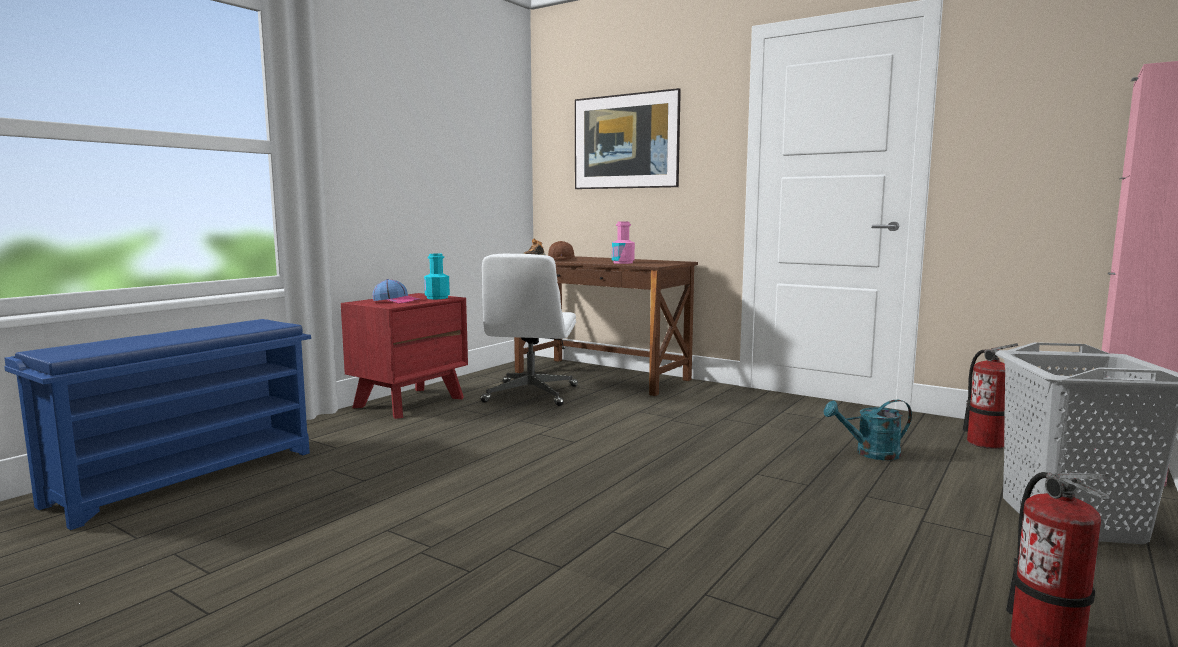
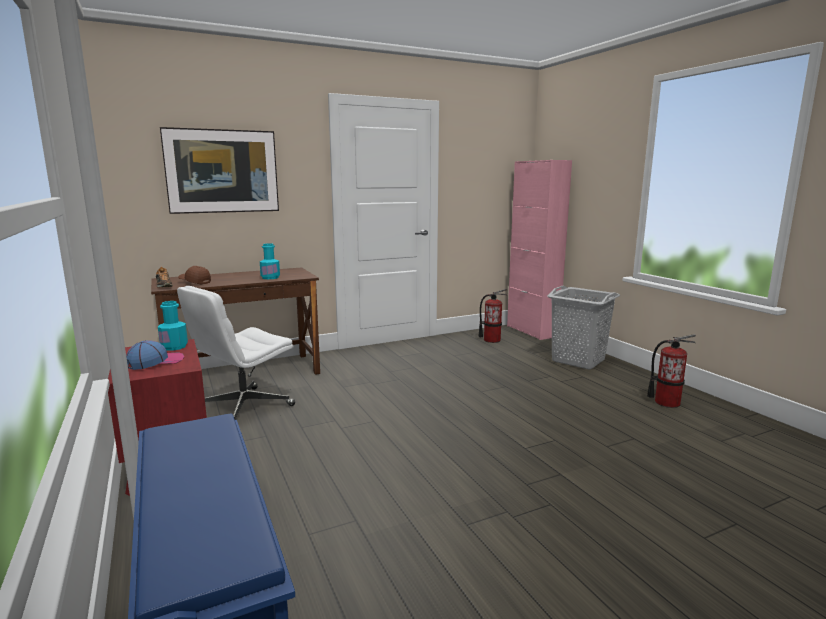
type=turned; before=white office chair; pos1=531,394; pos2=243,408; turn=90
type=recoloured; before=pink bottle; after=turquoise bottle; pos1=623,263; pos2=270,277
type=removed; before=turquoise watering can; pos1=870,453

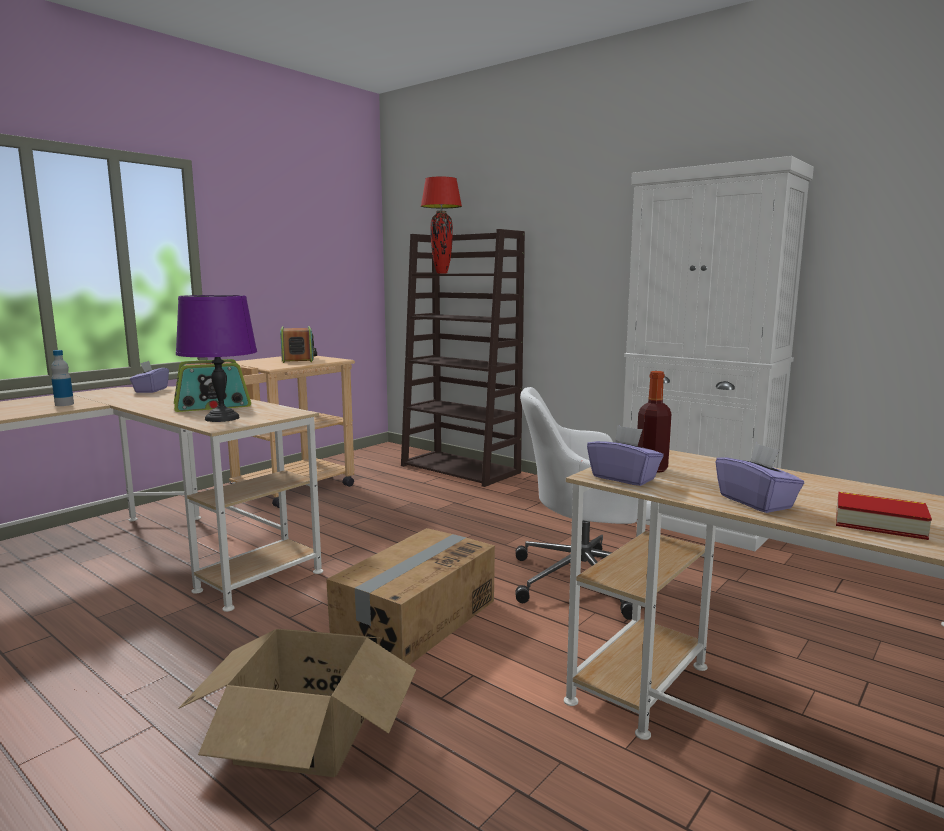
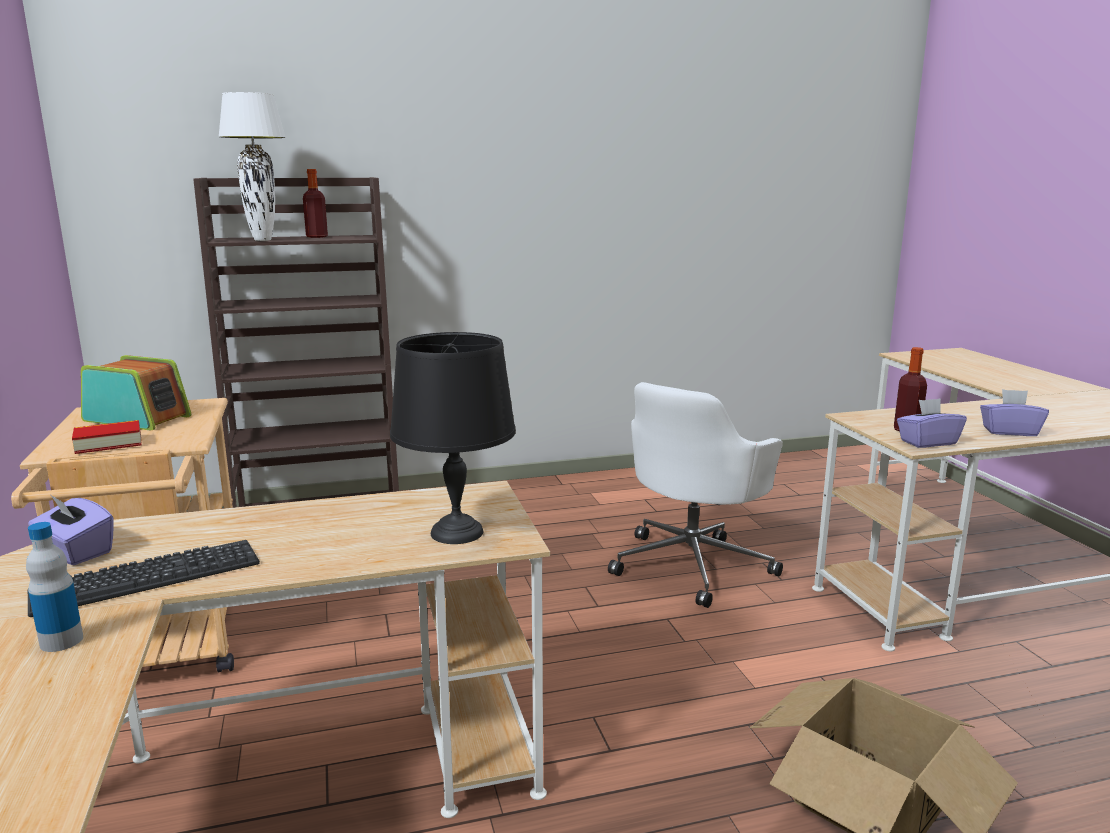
type=added; after=keyboard; pos2=148,578
type=moved; before=book; pos1=879,523; pos2=108,443
type=recoloured; before=red table lamp; after=white table lamp; pos1=442,273; pos2=263,240
type=added; after=bottle; pos2=317,237
type=recoloured; before=purple table lamp; after=black table lamp; pos1=222,418; pos2=458,532
type=removed; before=radio; pos1=212,406
type=removed; before=cardboard box; pos1=415,619
type=removed; before=white cabinet; pos1=695,523

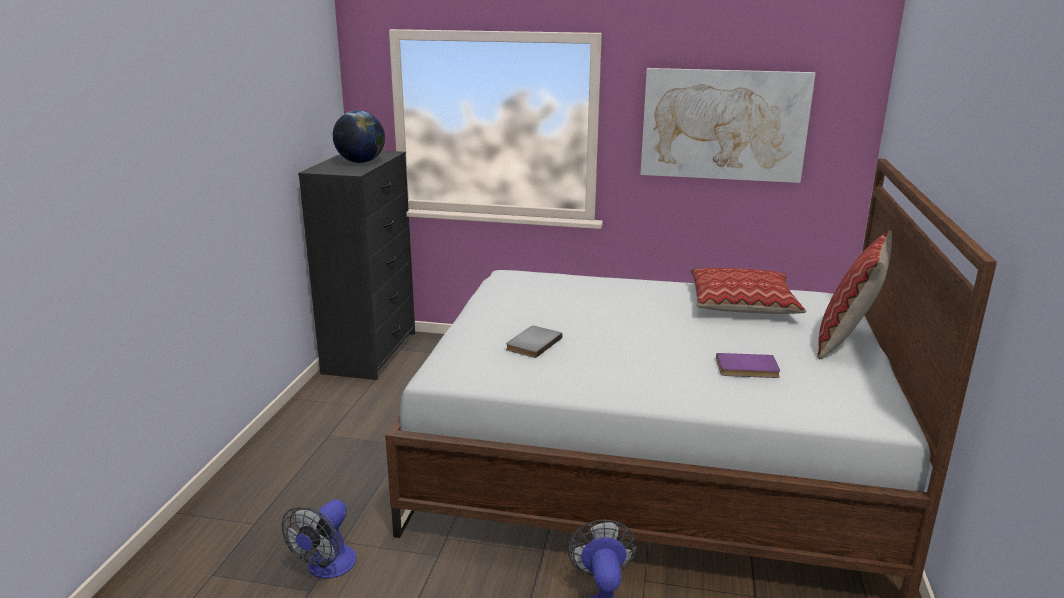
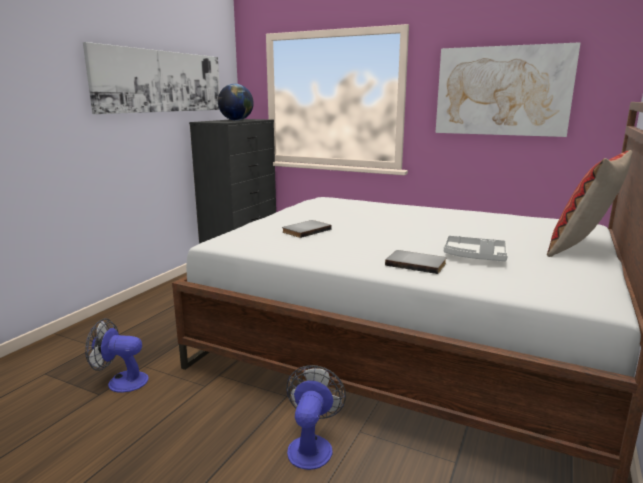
type=added; after=picture; pos2=162,81
type=turned; before=fan; pos1=327,568; pos2=121,381; turn=60
type=added; after=grey book; pos2=416,263
type=replaced; before=purple book; after=white tray; pos1=747,369; pos2=475,257
type=removed; before=pillow; pos1=742,304

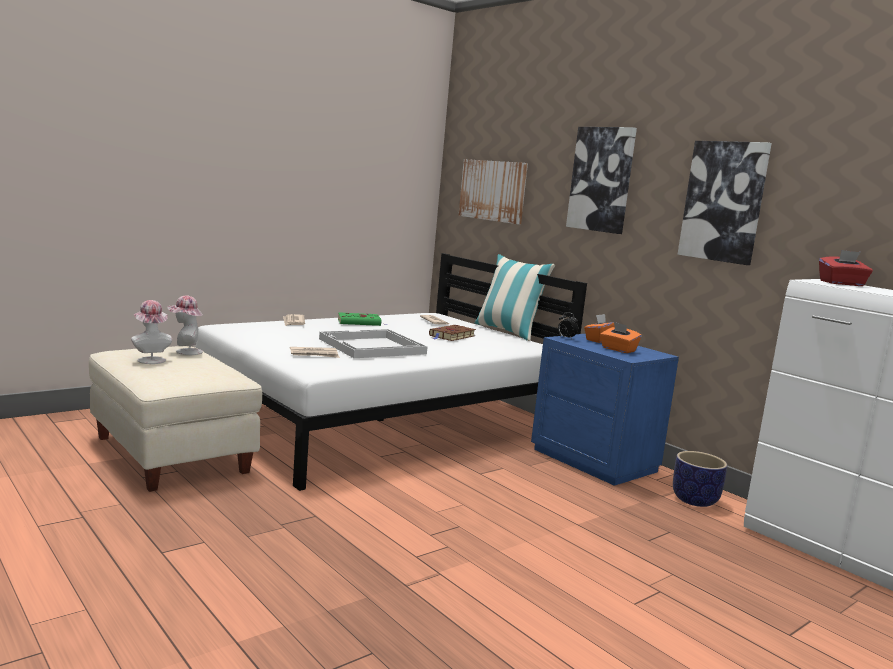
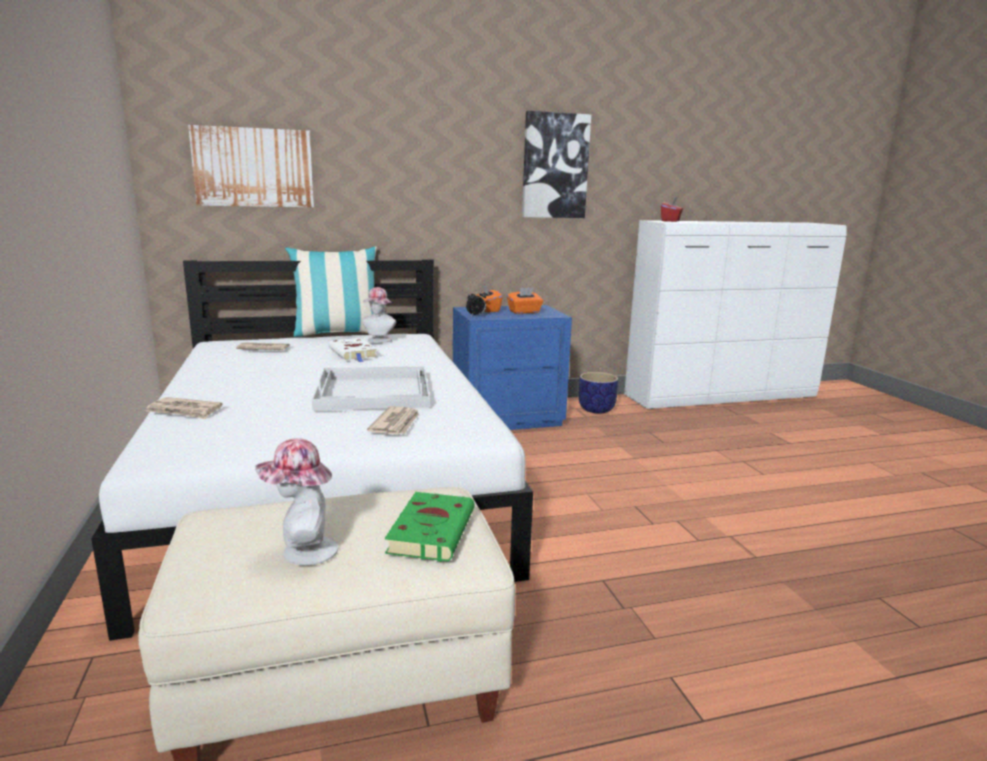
type=recoloured; before=brown book; after=white book; pos1=451,336; pos2=353,353
type=moved; before=hat; pos1=185,352; pos2=379,341
type=moved; before=green book; pos1=360,322; pos2=432,530
type=removed; before=picture; pos1=601,179

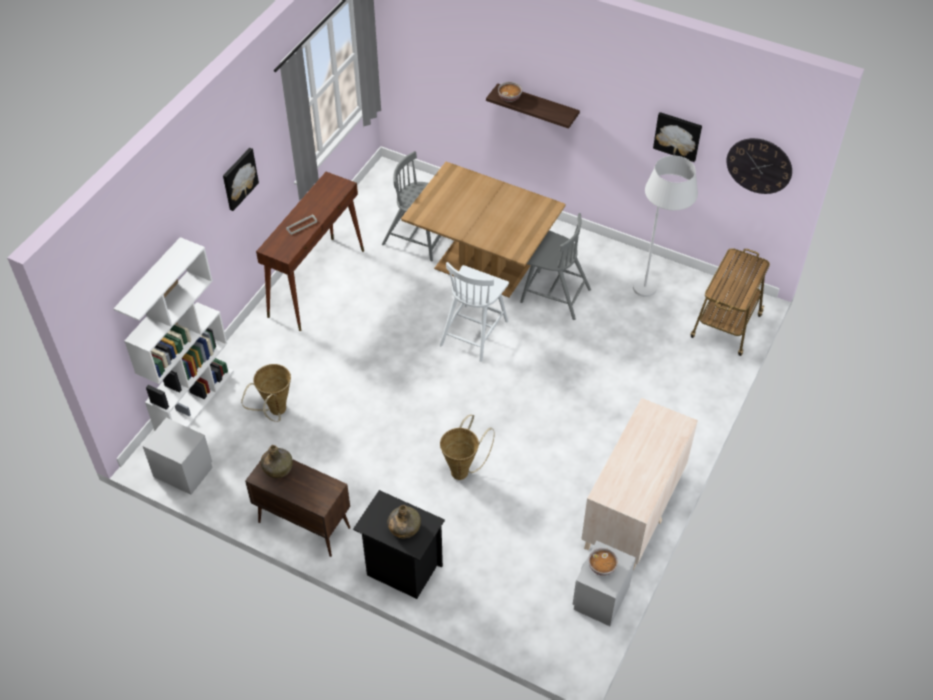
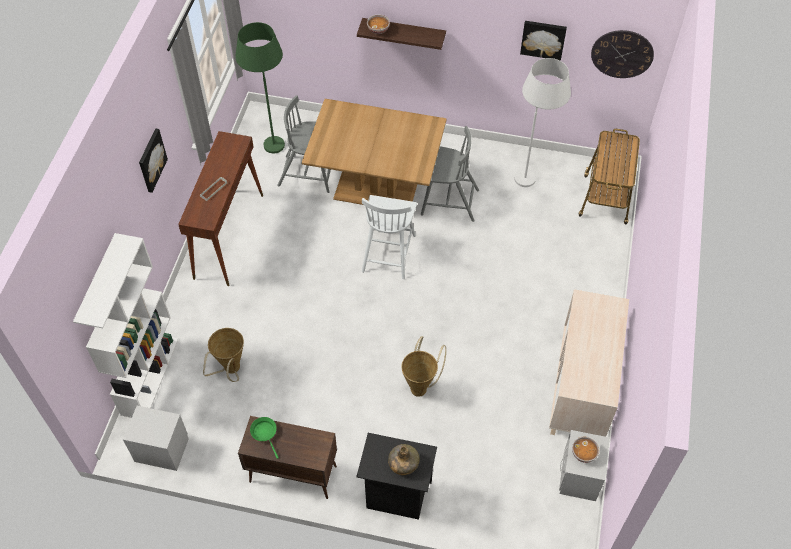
type=added; after=green floor lamp; pos2=271,137
type=replaced; before=green bottle; after=green frying pan; pos1=278,468; pos2=265,433

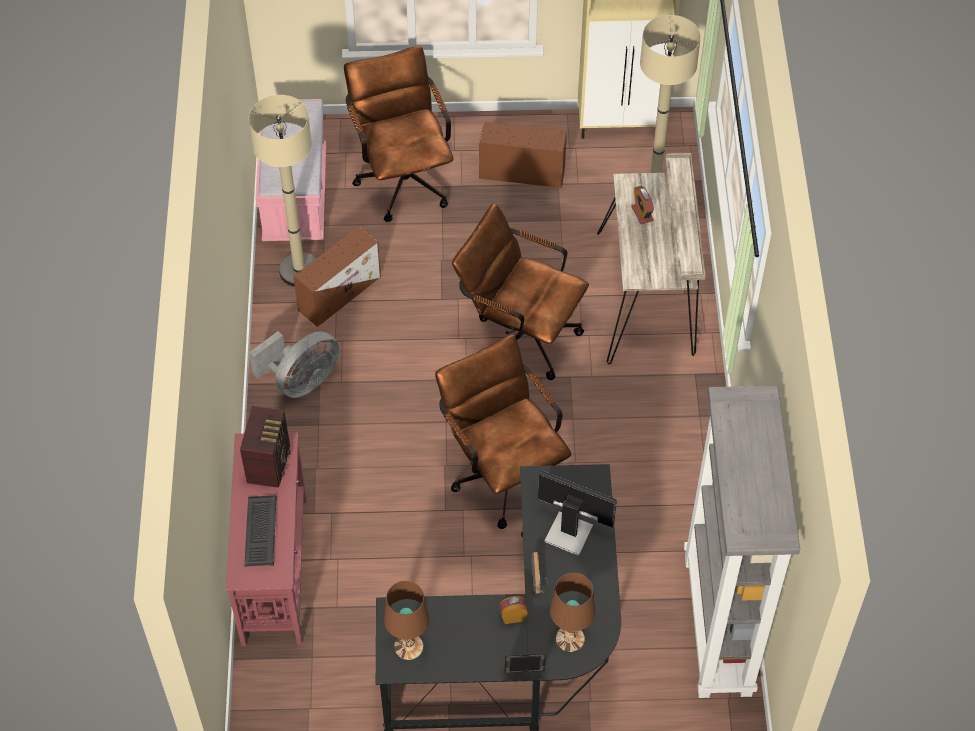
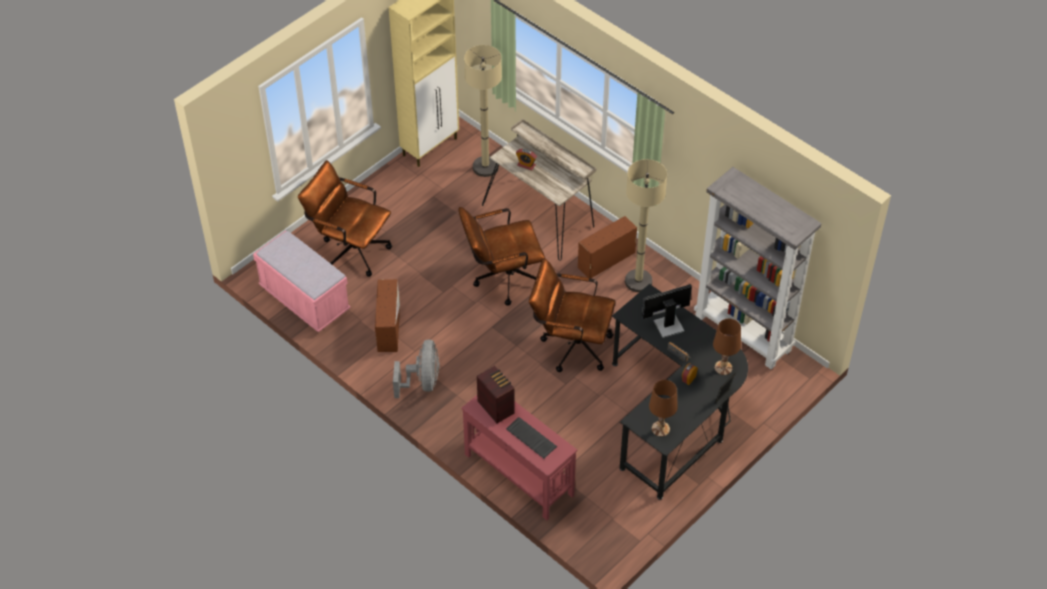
type=moved; before=brown storage box; pos1=520,173; pos2=605,260
type=moved; before=beige floor lamp; pos1=299,271; pos2=638,281

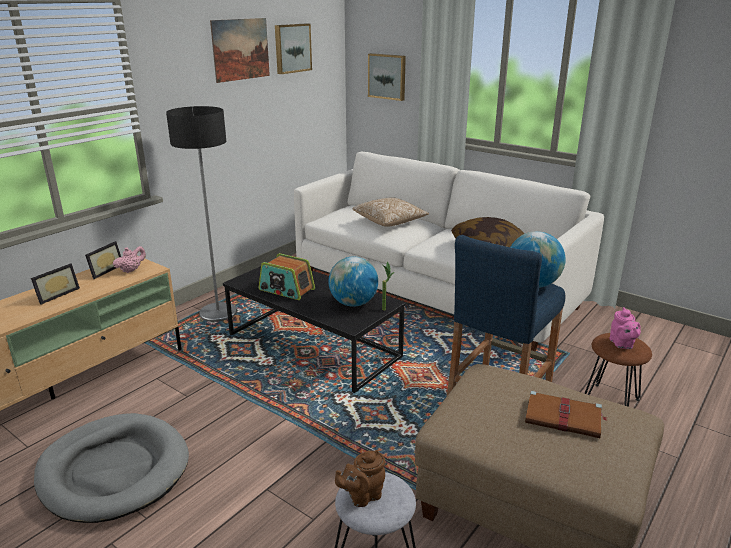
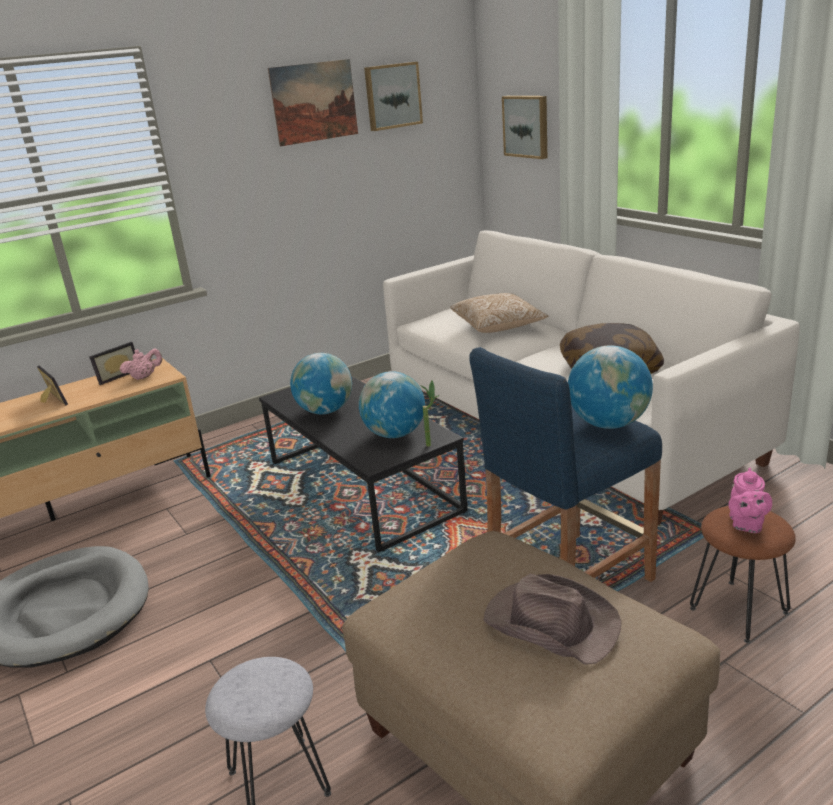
type=turned; before=picture frame; pos1=56,294; pos2=51,401; turn=-90
type=replaced; before=radio; after=globe; pos1=286,290; pos2=325,411
type=replaced; before=brown book; after=brown hat; pos1=564,417; pos2=550,623
type=removed; before=floor lamp; pos1=218,313
type=removed; before=brown teapot; pos1=362,496

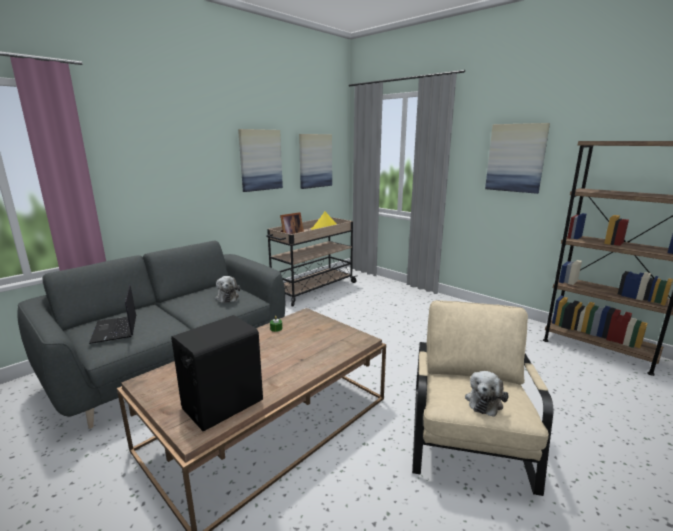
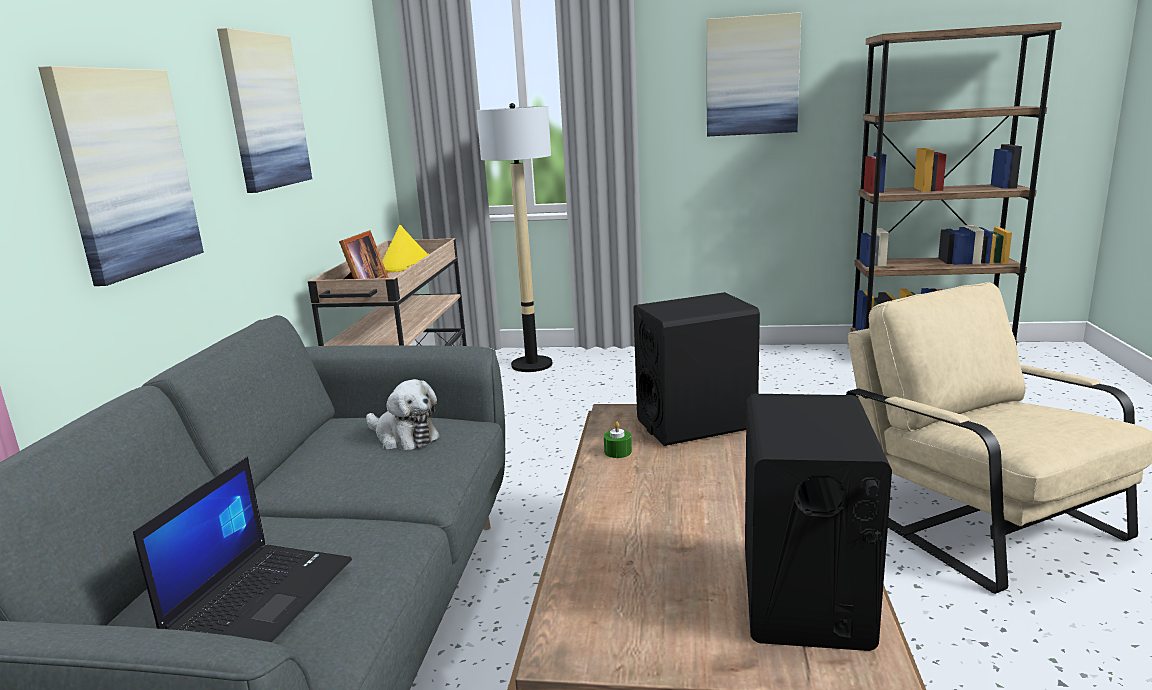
type=moved; before=picture; pos1=315,161; pos2=126,172
type=turned; before=laptop; pos1=115,329; pos2=260,595; turn=-105
type=added; after=floor lamp; pos2=532,364
type=added; after=black speaker; pos2=696,424
type=removed; before=plush toy; pos1=484,401

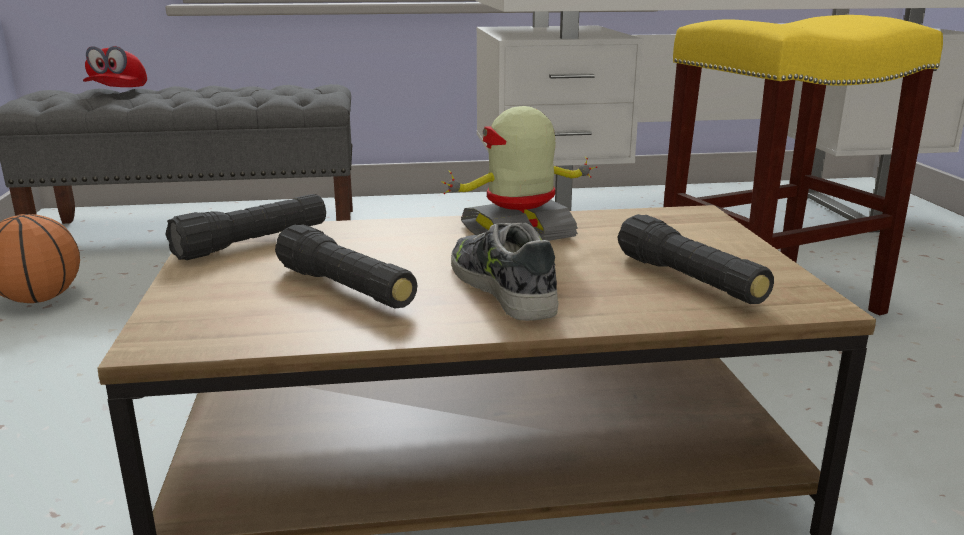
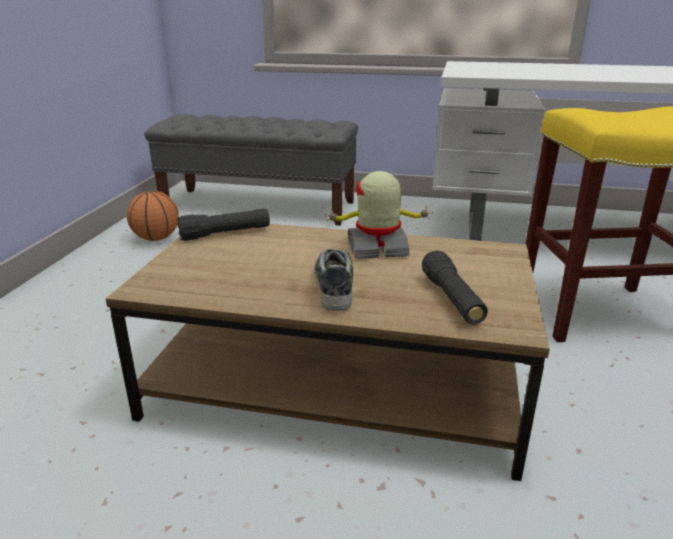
type=removed; before=red cap; pos1=118,92
type=removed; before=black flashlight; pos1=346,289

